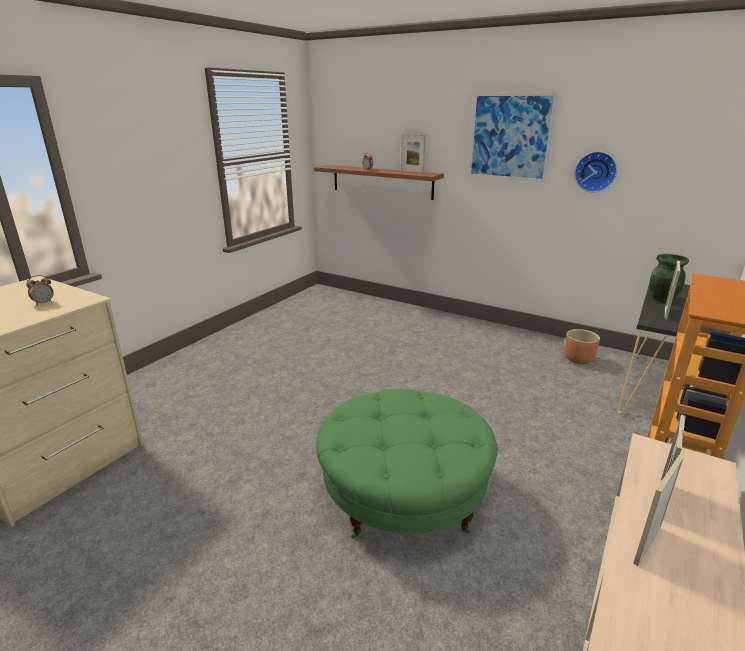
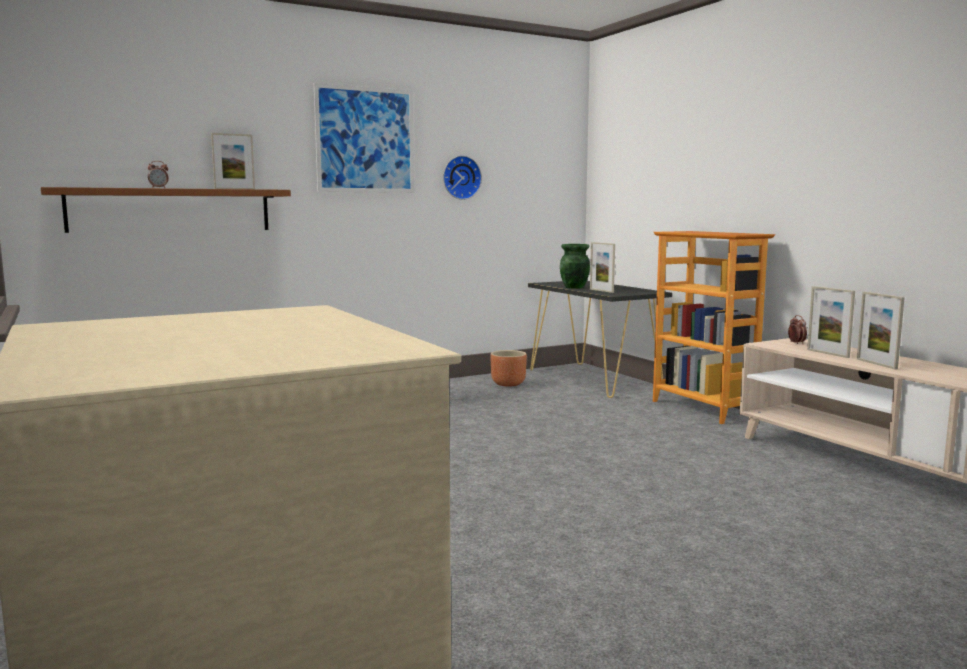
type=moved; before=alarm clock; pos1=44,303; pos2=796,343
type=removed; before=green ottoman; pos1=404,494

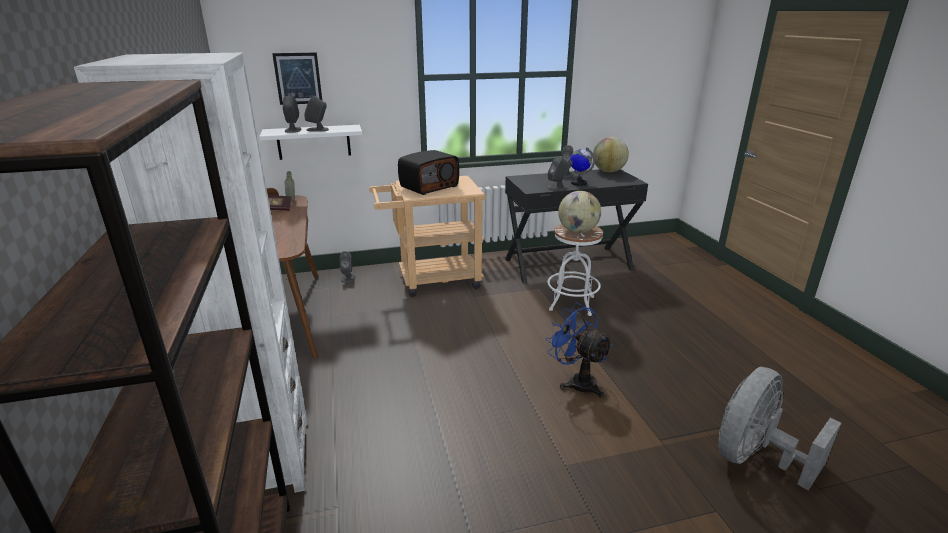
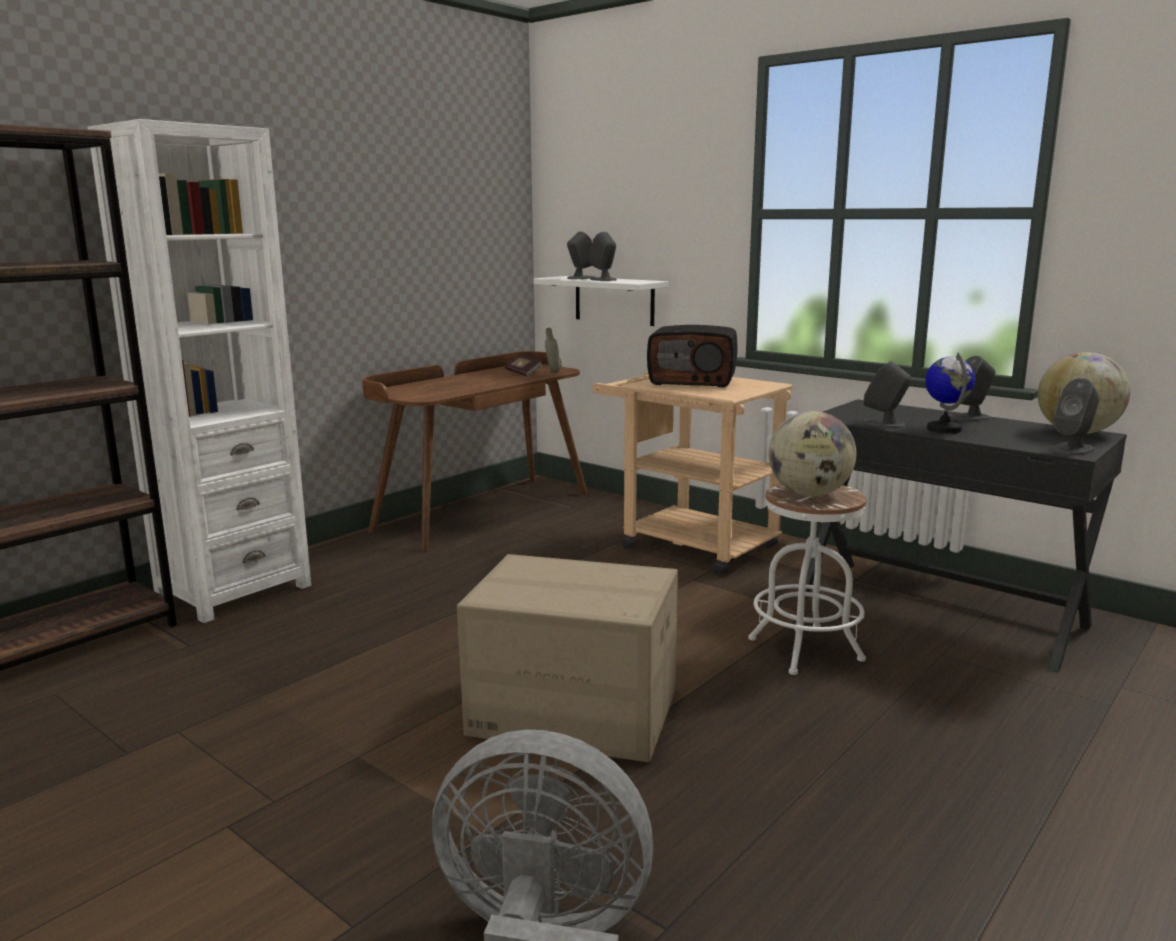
type=replaced; before=blue fan; after=cardboard box; pos1=577,381; pos2=573,713
type=moved; before=grey speaker; pos1=348,278; pos2=1072,450
type=removed; before=picture; pos1=298,78

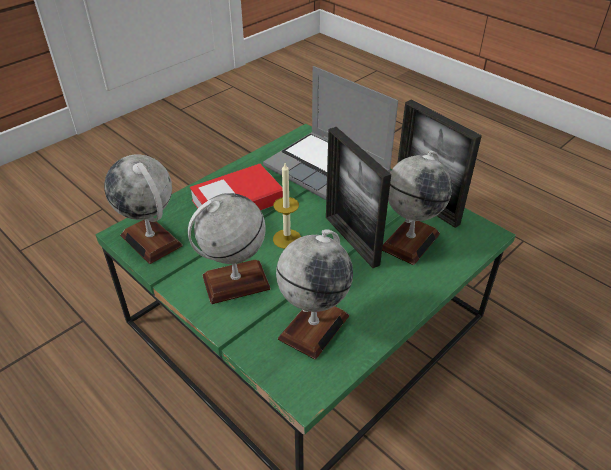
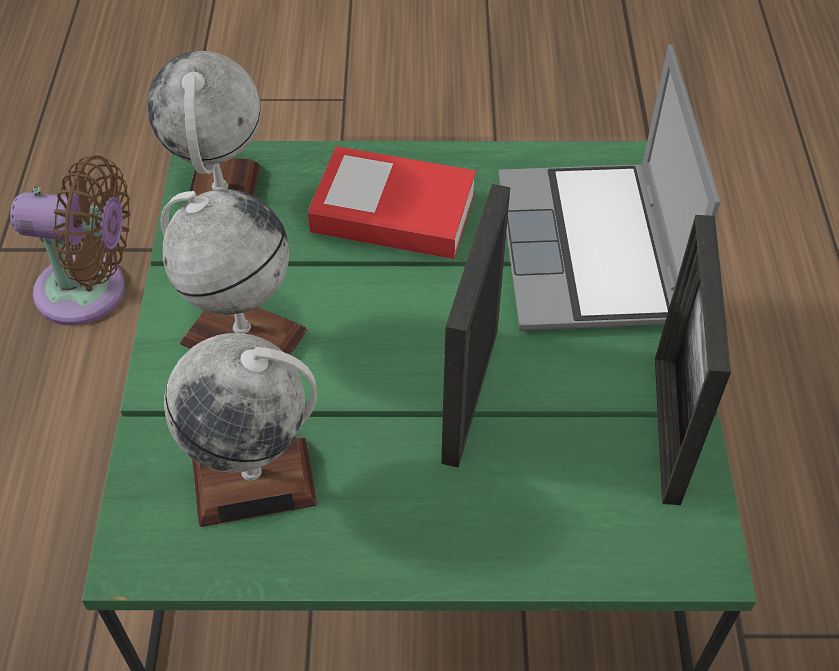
type=added; after=brown fan; pos2=90,292
type=removed; before=candle; pos1=287,239
type=removed; before=globe; pos1=410,241

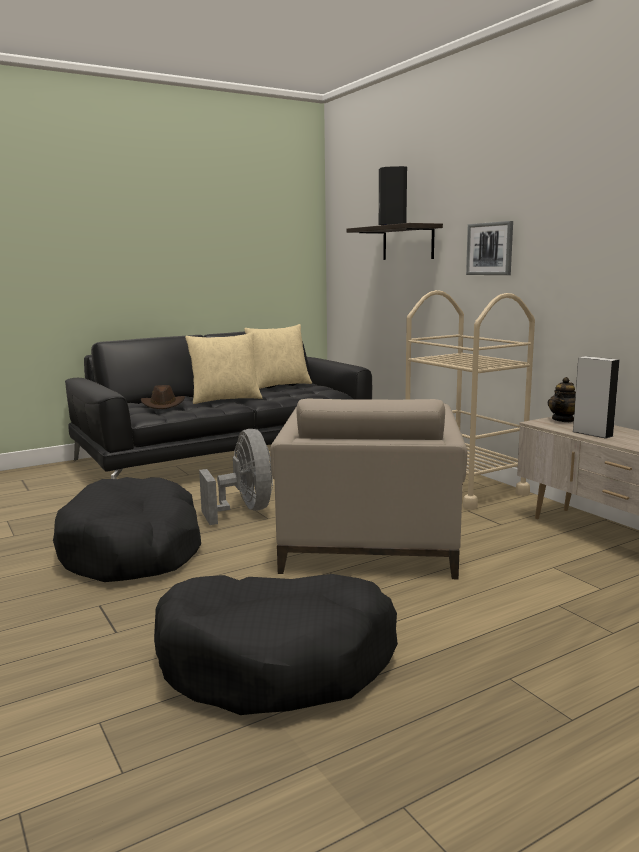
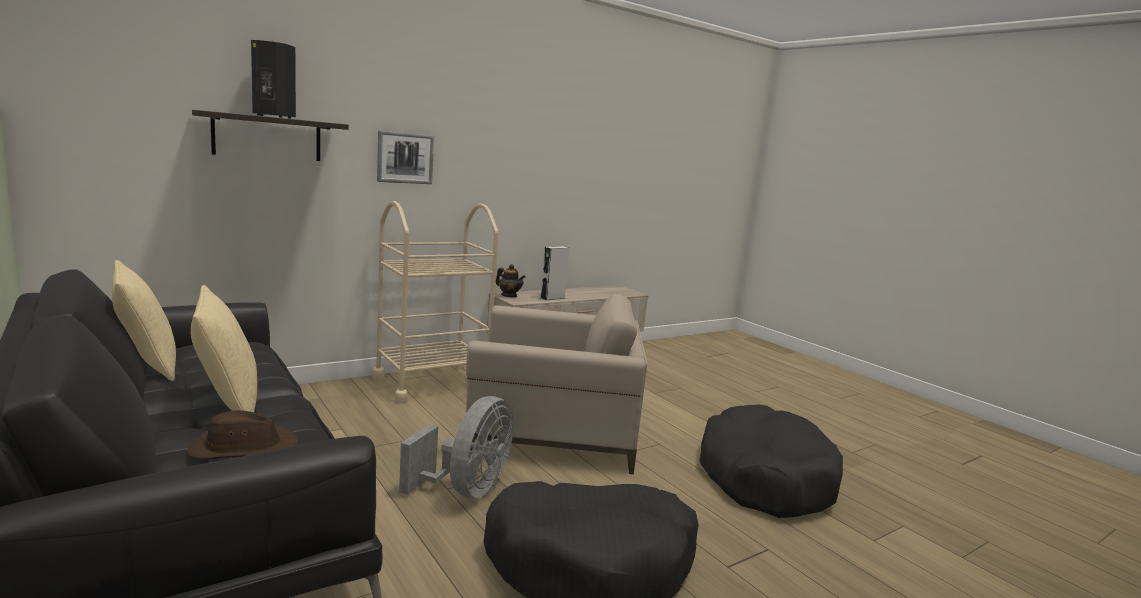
type=turned; before=grey fan; pos1=244,510; pos2=467,490; turn=135

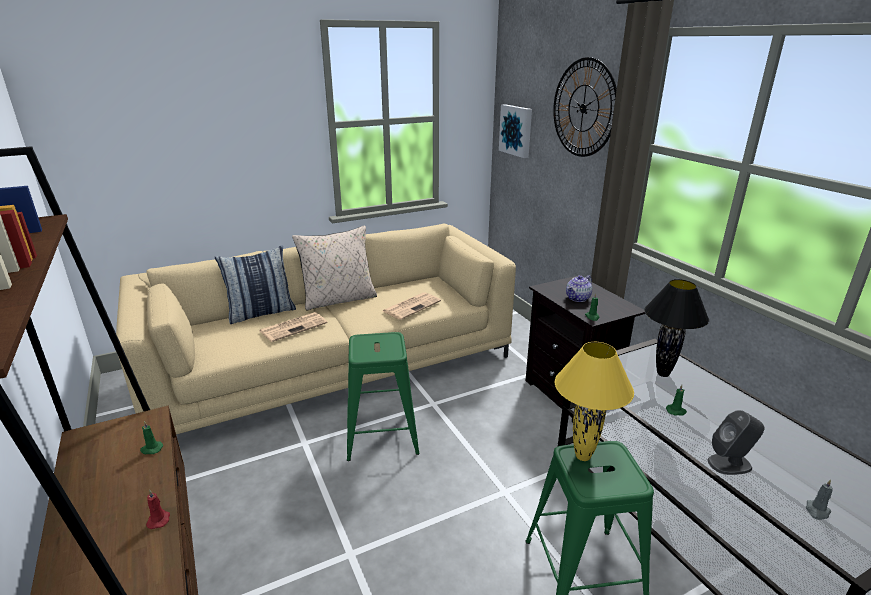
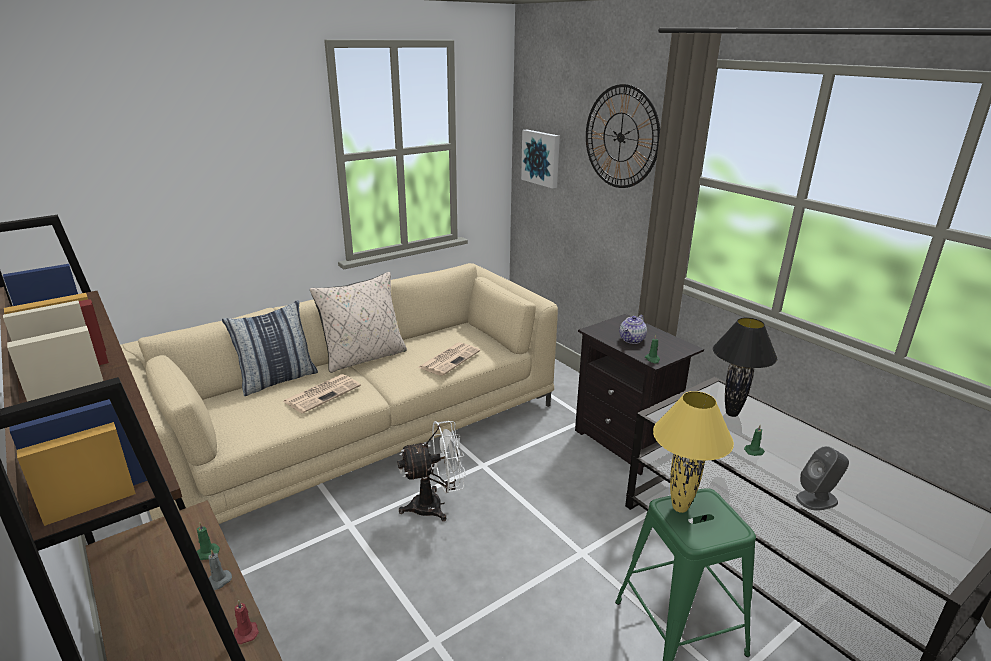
type=moved; before=grey candle; pos1=817,511; pos2=218,582
type=replaced; before=green stool; after=white fan; pos1=382,434; pos2=435,505

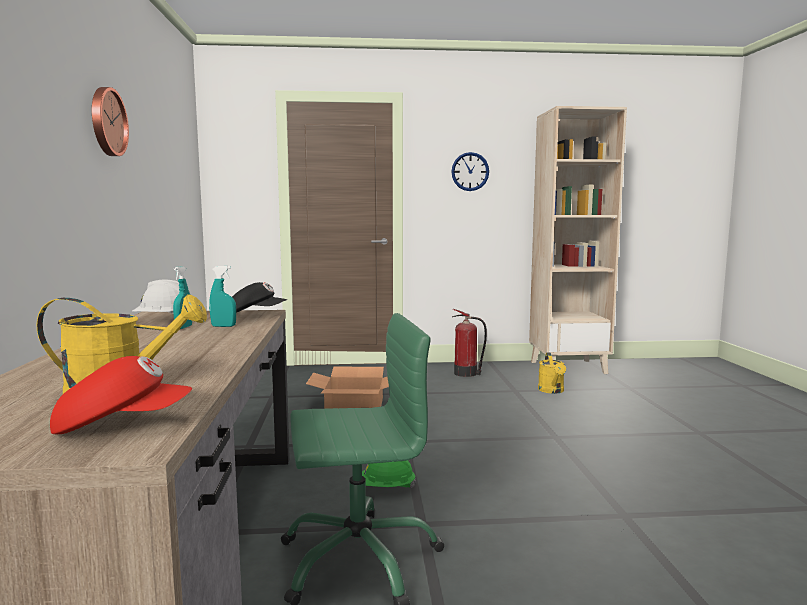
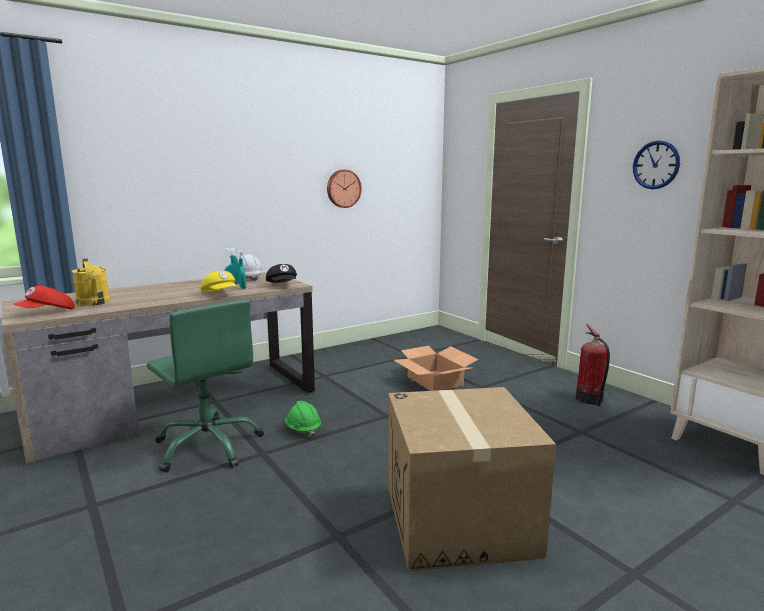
type=turned; before=red cap; pos1=122,425; pos2=47,313; turn=75
type=added; after=yellow cap; pos2=220,294
type=moved; before=wall clock; pos1=106,122; pos2=343,188
type=added; after=cardboard box; pos2=460,520
type=removed; before=yellow watering can; pos1=552,391

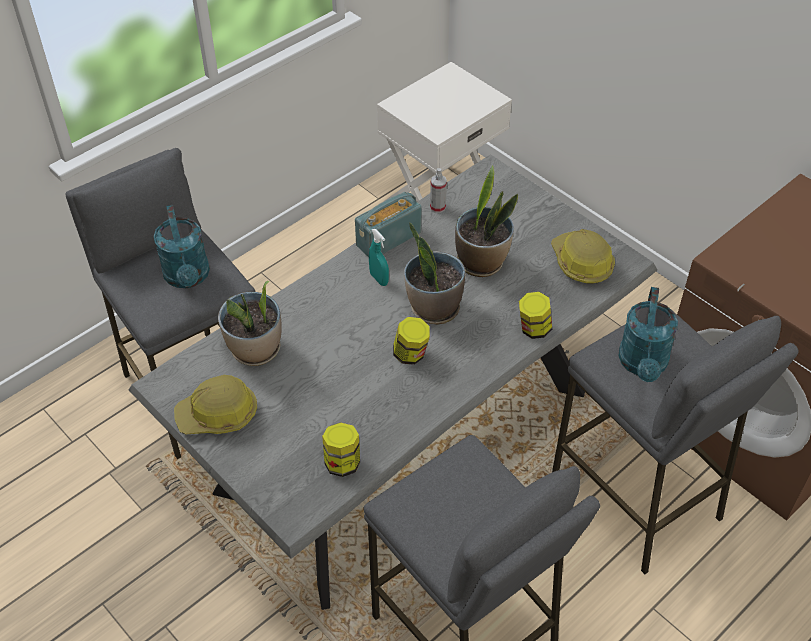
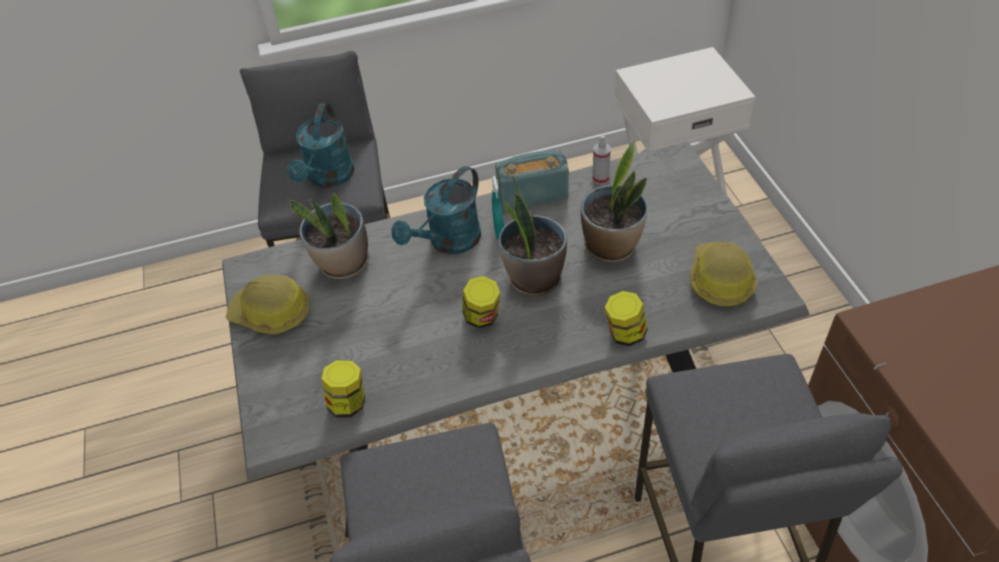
type=moved; before=turquoise watering can; pos1=643,365; pos2=449,242

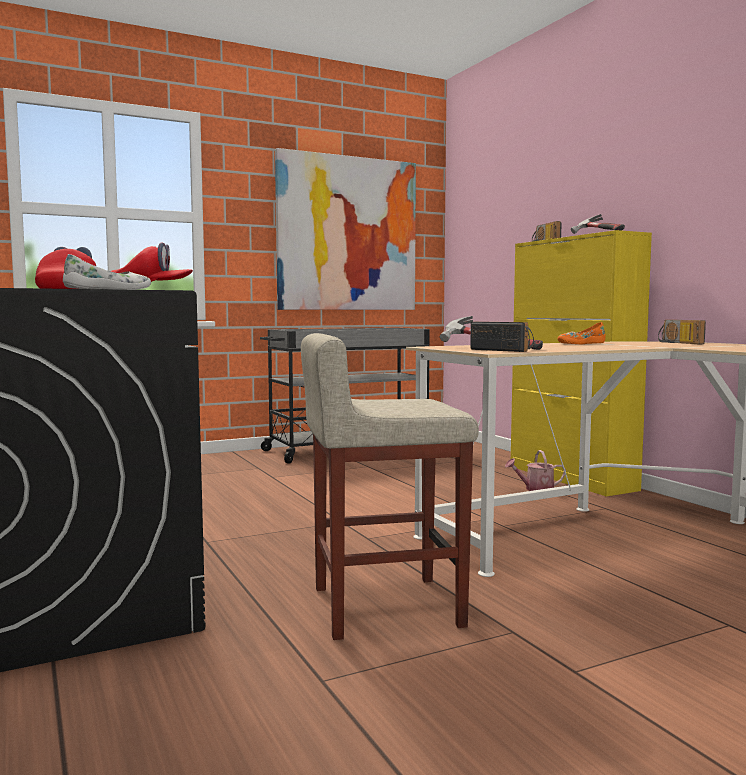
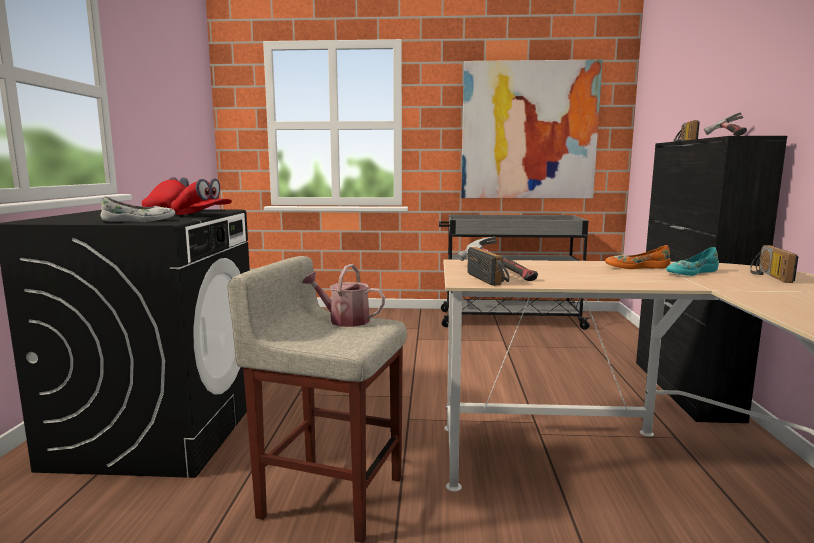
type=moved; before=watering can; pos1=535,489; pos2=344,320
type=recoloured; before=yellow cabinet; after=black cabinet; pos1=571,478; pos2=684,389
type=added; after=turquoise shoe; pos2=690,272

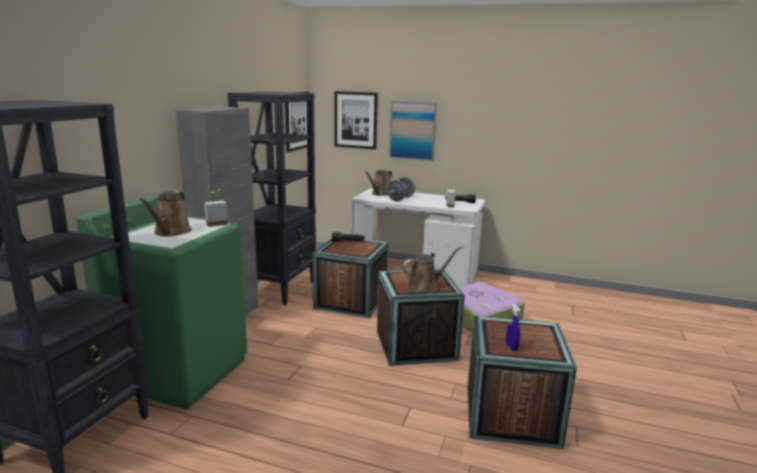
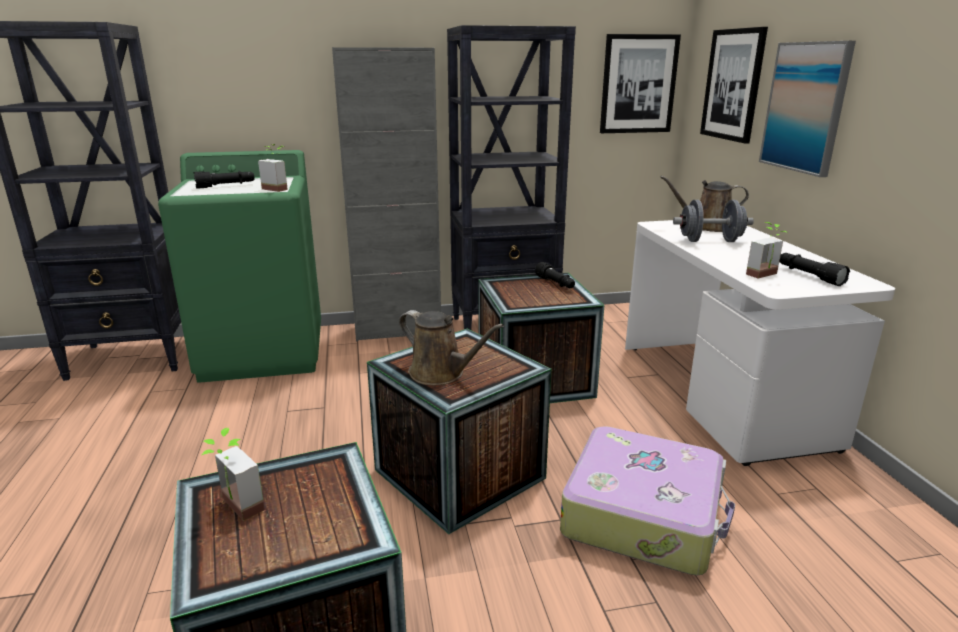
type=replaced; before=brown watering can; after=black flashlight; pos1=171,232; pos2=226,186
type=replaced; before=blue spray bottle; after=potted plant; pos1=511,347; pos2=234,509

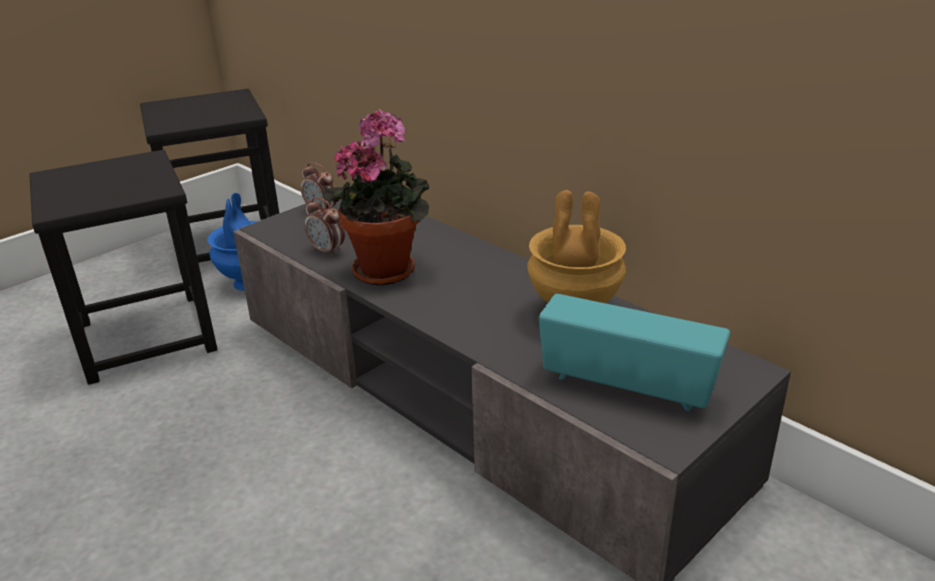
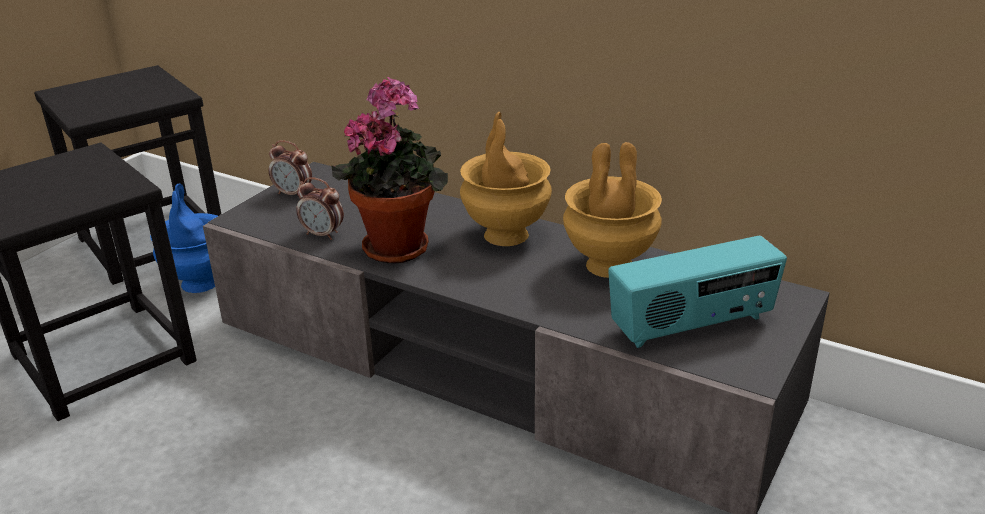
type=added; after=brown vase; pos2=505,234
type=turned; before=radio; pos1=627,385; pos2=692,326; turn=150

